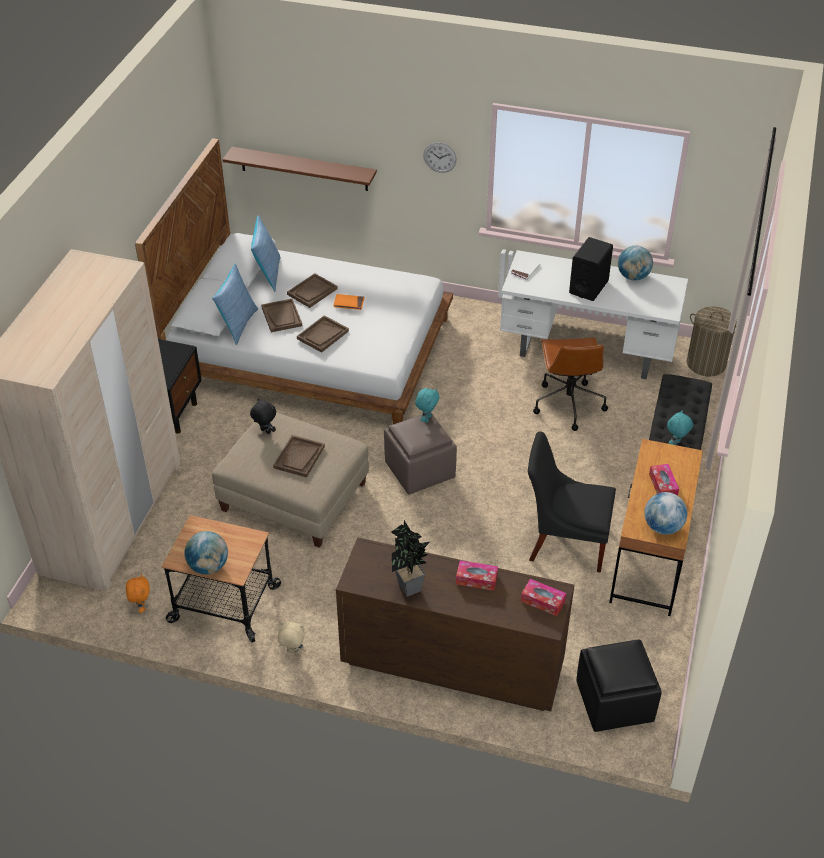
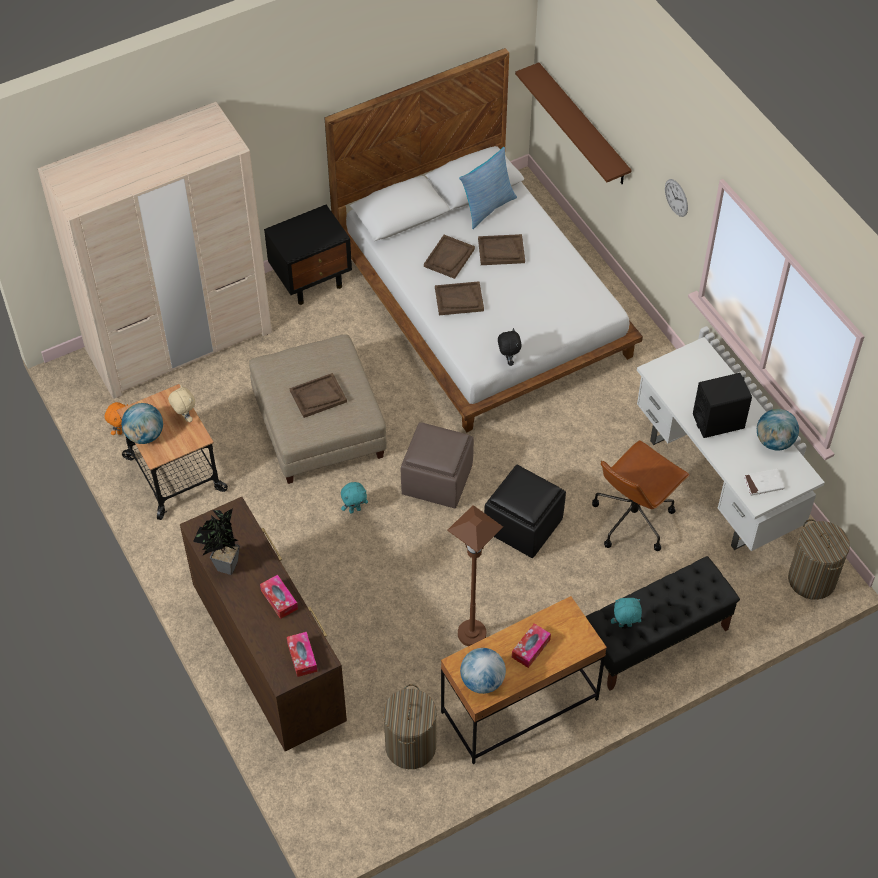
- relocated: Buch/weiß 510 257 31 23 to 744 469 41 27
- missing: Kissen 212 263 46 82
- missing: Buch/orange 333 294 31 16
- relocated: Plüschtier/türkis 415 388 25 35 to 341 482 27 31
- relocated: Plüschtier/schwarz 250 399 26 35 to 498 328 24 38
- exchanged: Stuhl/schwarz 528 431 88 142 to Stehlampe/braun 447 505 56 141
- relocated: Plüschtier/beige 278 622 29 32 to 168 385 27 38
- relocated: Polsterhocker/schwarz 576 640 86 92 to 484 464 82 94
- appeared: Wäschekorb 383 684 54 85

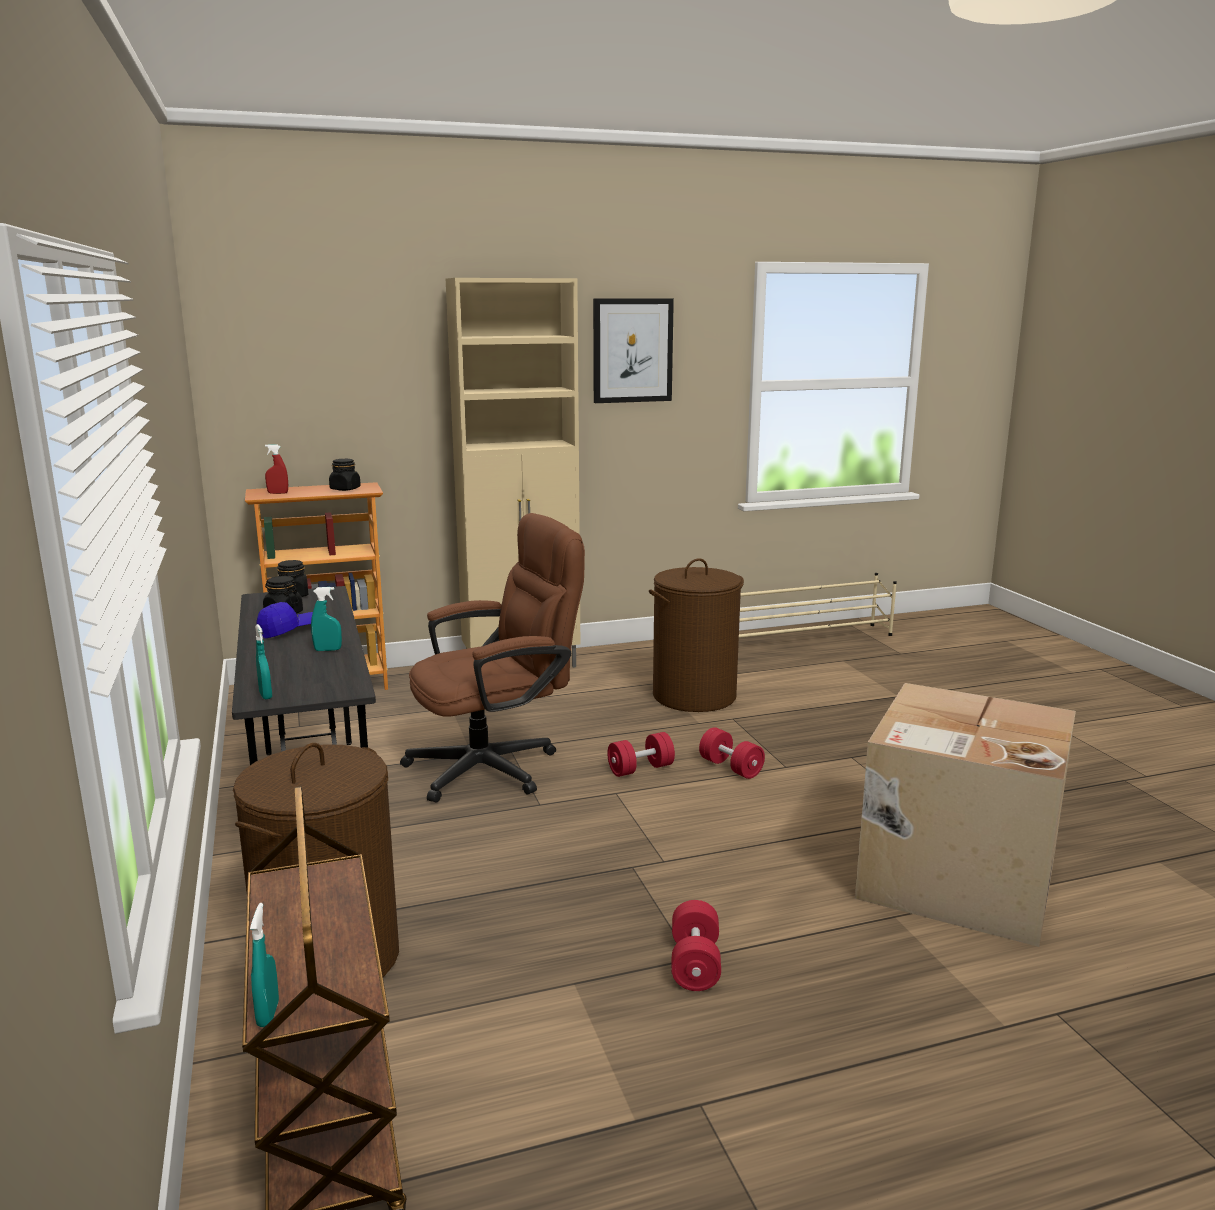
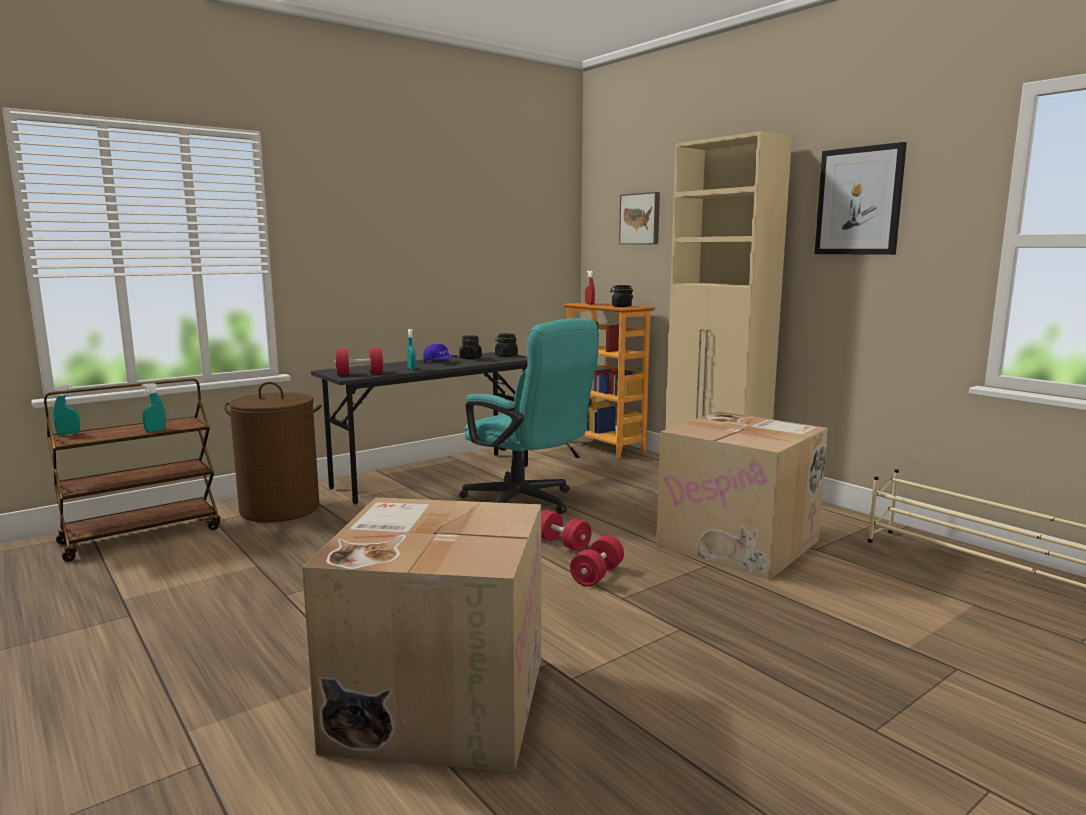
- colour: Bürostuhl/braun 400 513 185 290 to Bürostuhl/türkis 459 318 140 196
- exchanged: Wäschekorb/braun 649 558 95 154 to Karton 656 411 172 169
- relocated: Sprühflasche/türkis 255 624 17 75 to 141 383 25 49
- relocated: Hantel/rot 671 900 50 91 to 334 348 50 27
- appeared: Bild 619 192 41 52

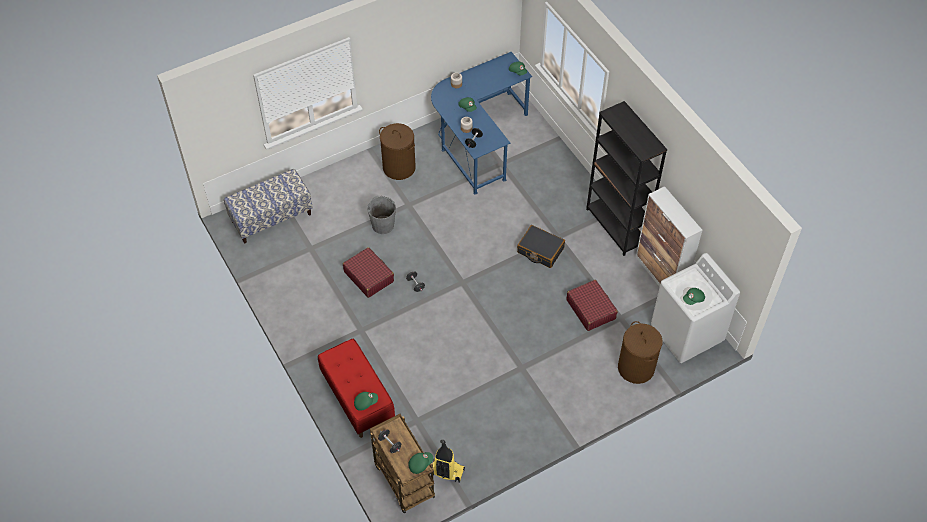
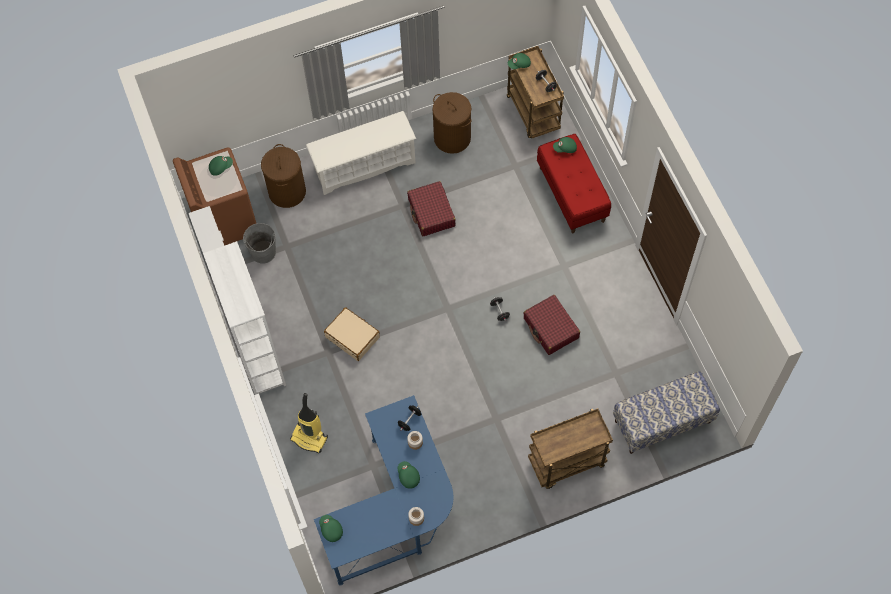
- colour: Bücherregal/schwarz 586 101 81 155 to Bücherregal/weiß 203 241 83 154
- relocated: Wäschekorb/braun 379 123 37 57 to 432 92 40 62
- relocated: Eimer/grau 367 196 29 38 to 243 223 33 41
- colour: Koffer/schwarz 517 225 48 43 to Koffer/beige 324 307 56 54
- colour: Waschmaschine/weiß 651 253 89 110 to Waschmaschine/braun 173 147 83 99
- relocated: Koffer/rot 566 280 52 51 to 407 181 49 55
- relocated: Staubsauger 429 440 36 43 to 290 393 38 60
- appeared: Schuhregal/weiß 306 111 110 84
- appeared: Rollwagen/braun 528 408 85 81

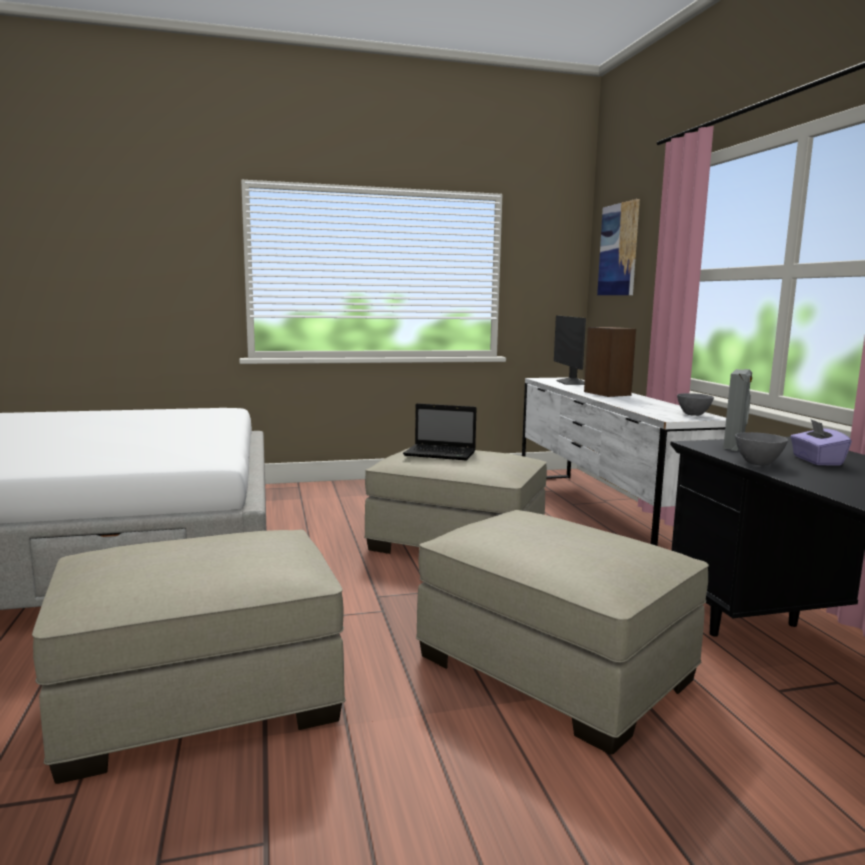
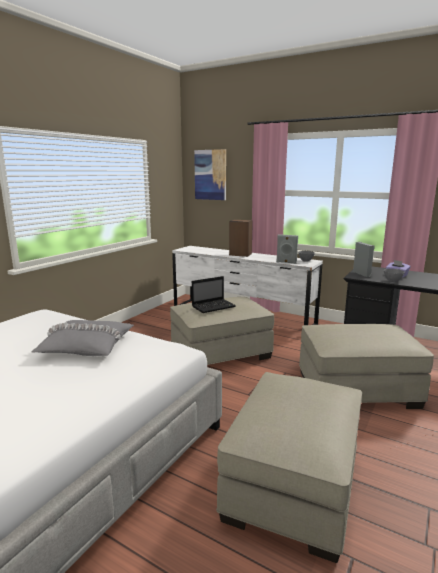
- missing: Monitor 554 315 32 70
- appeared: Lautsprecher/grau 276 234 22 30
- appeared: Kissen/grau 32 320 102 36

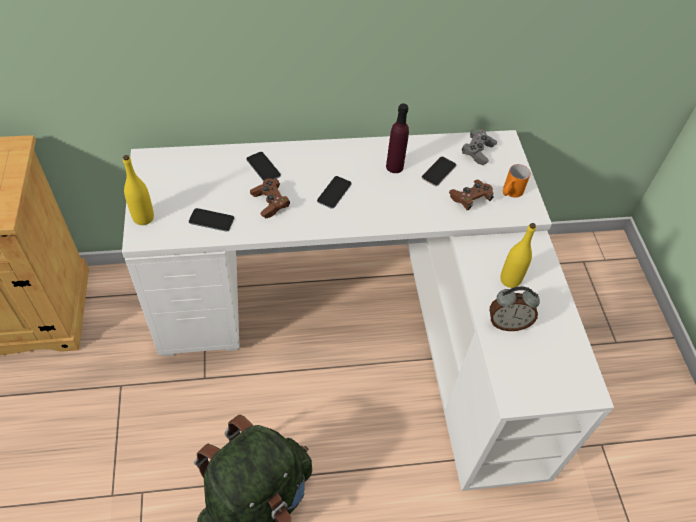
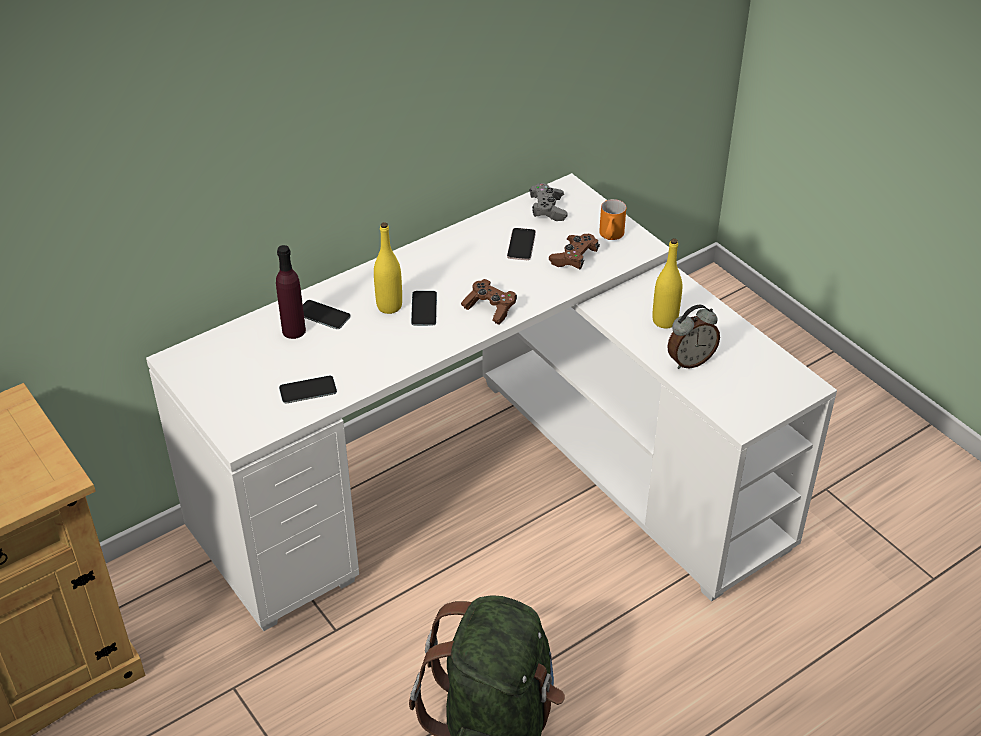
- relocated: Flasche/lila 386 103 23 70 to 276 245 30 94
- relocated: Flasche/gelb 123 155 31 70 to 374 222 28 92
- relocated: Gamepad/braun 250 178 40 41 to 461 279 56 46

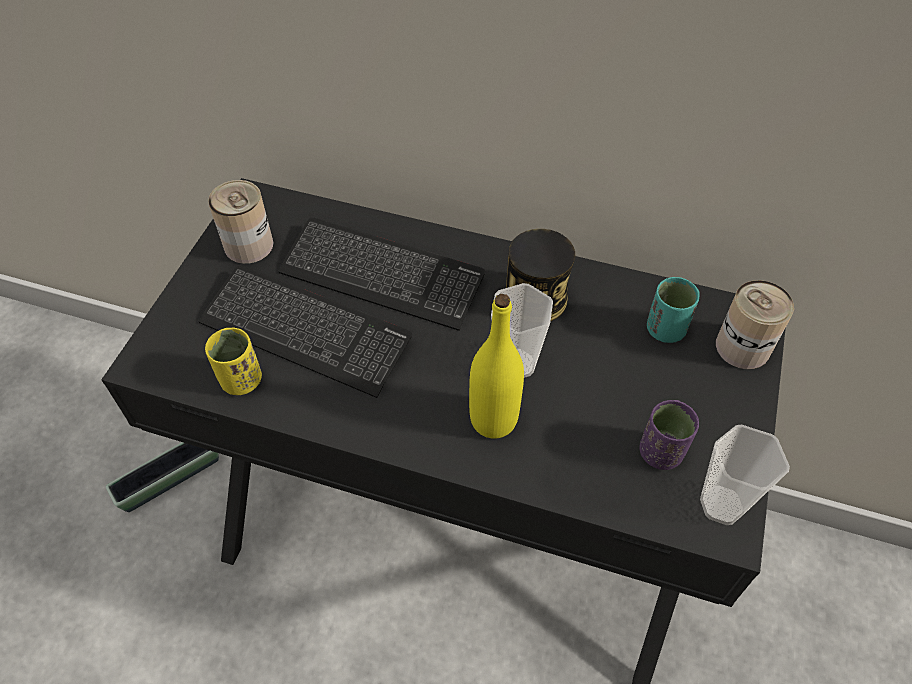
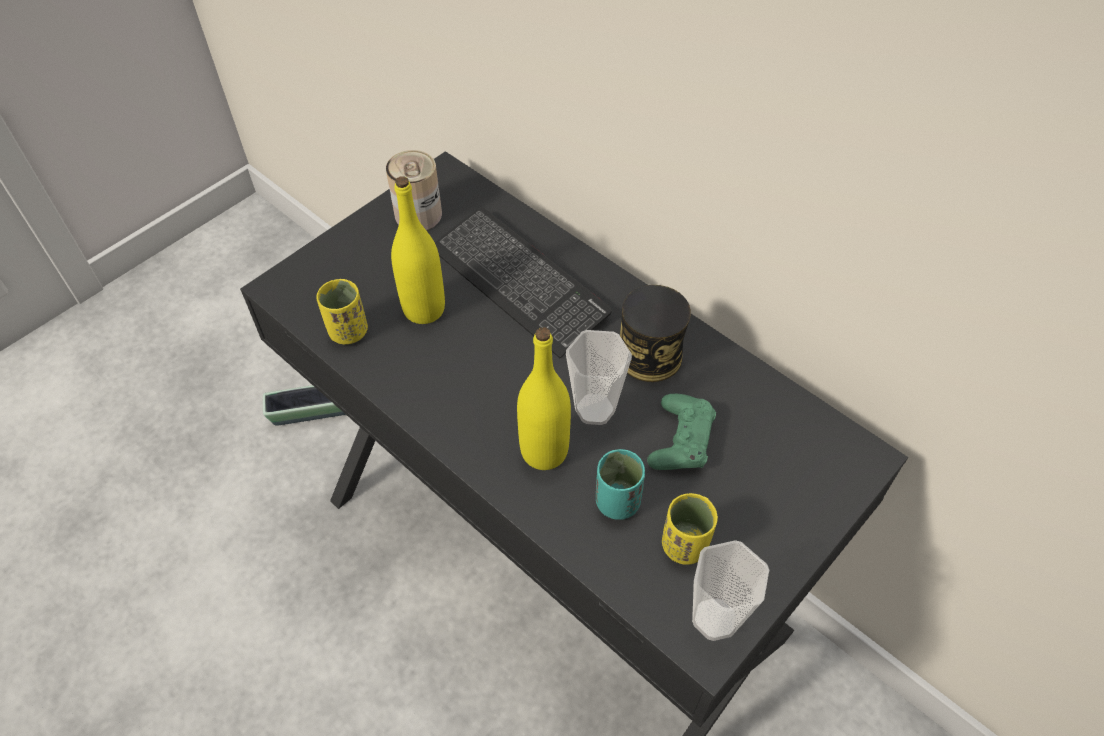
- exchanged: Tastatur 199 265 213 133 to Flasche/gelb 391 176 54 148
- relocated: Tasse/türkis 647 277 53 66 to 596 449 49 71
- missing: Dose 716 280 78 89
- colour: Tasse/lila 639 400 60 70 to Tasse/gelb 662 493 56 72
- appeared: Gamepad/grün 647 394 69 76

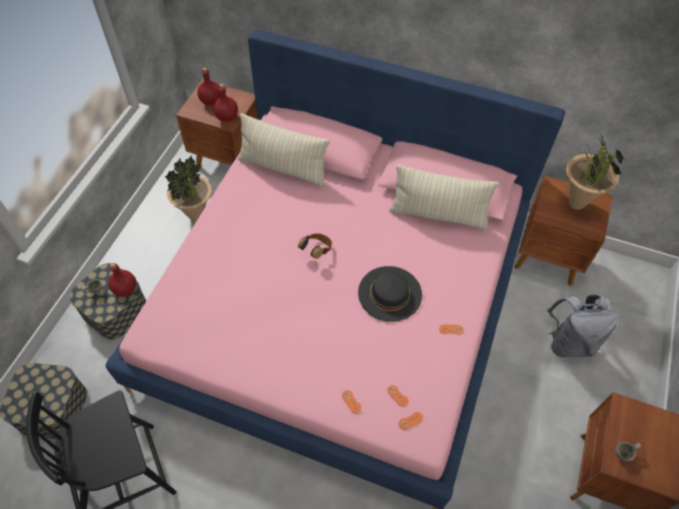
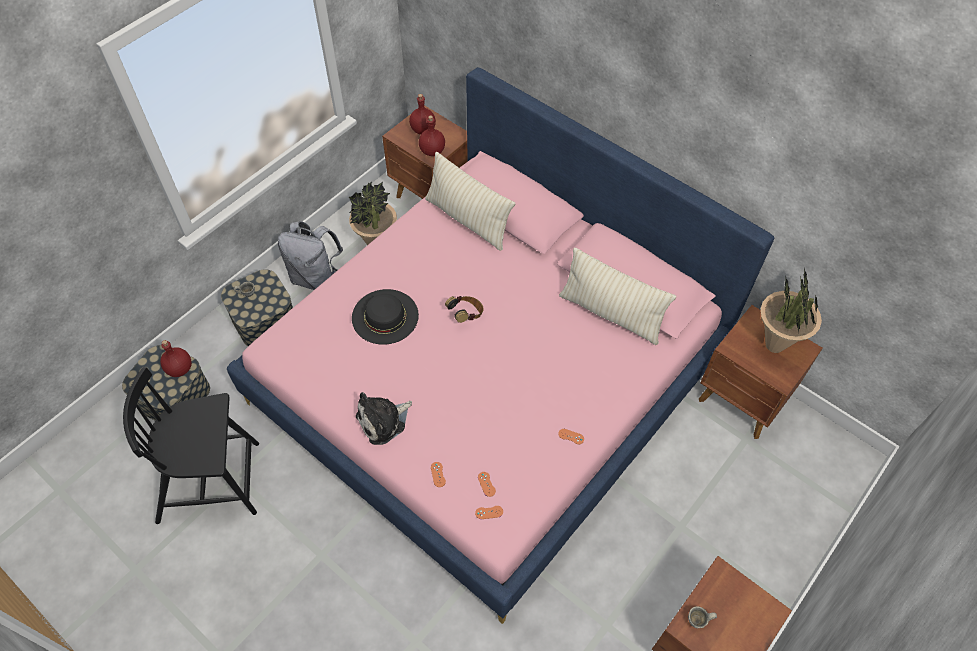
- relocated: Flasche/rot 108 263 29 34 to 160 340 32 37
- relocated: Hut/schwarz 358 266 64 56 to 352 289 67 56
- relocated: Rucksack/grau 547 294 71 63 to 278 221 65 69
- appeared: Plüschtier 356 392 56 53

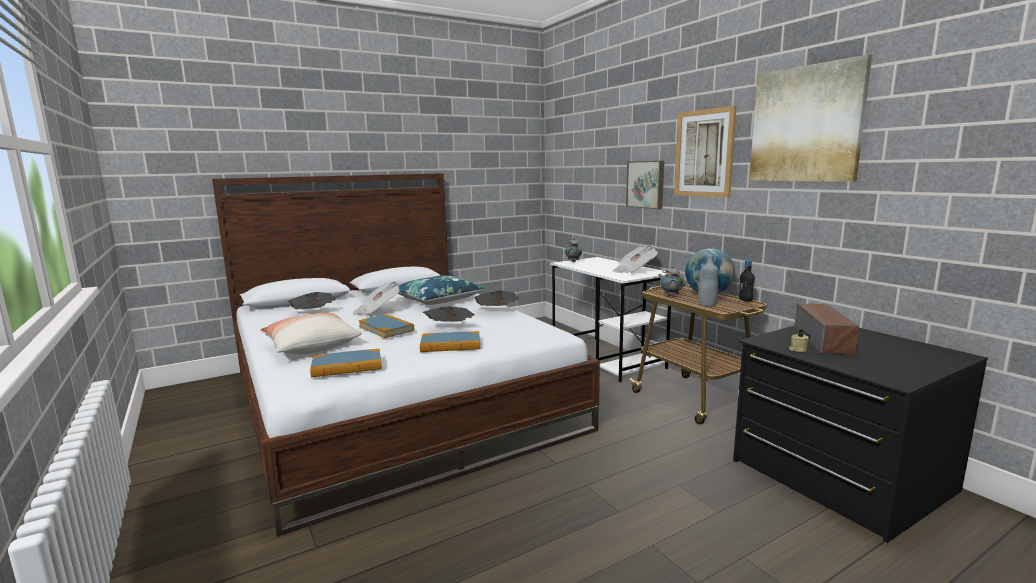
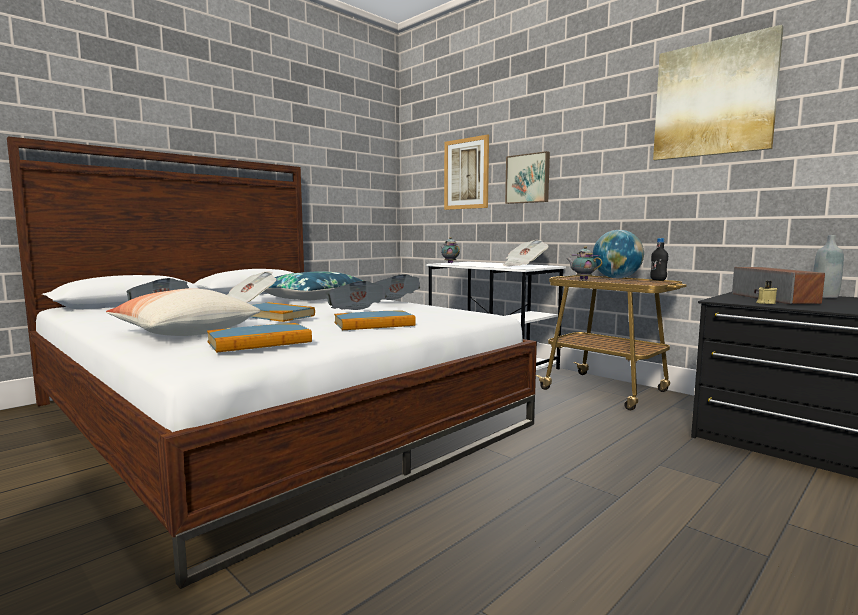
- relocated: Bild 674 106 63 92 to 444 134 45 76
- relocated: Flasche/grau 698 255 21 52 to 813 235 31 63

